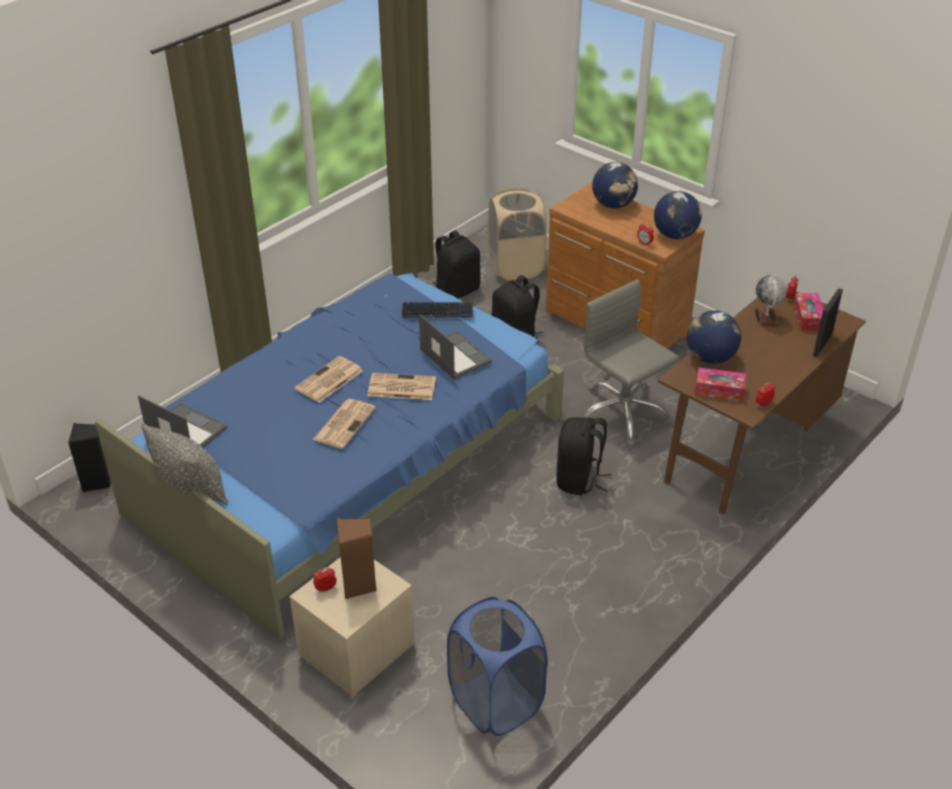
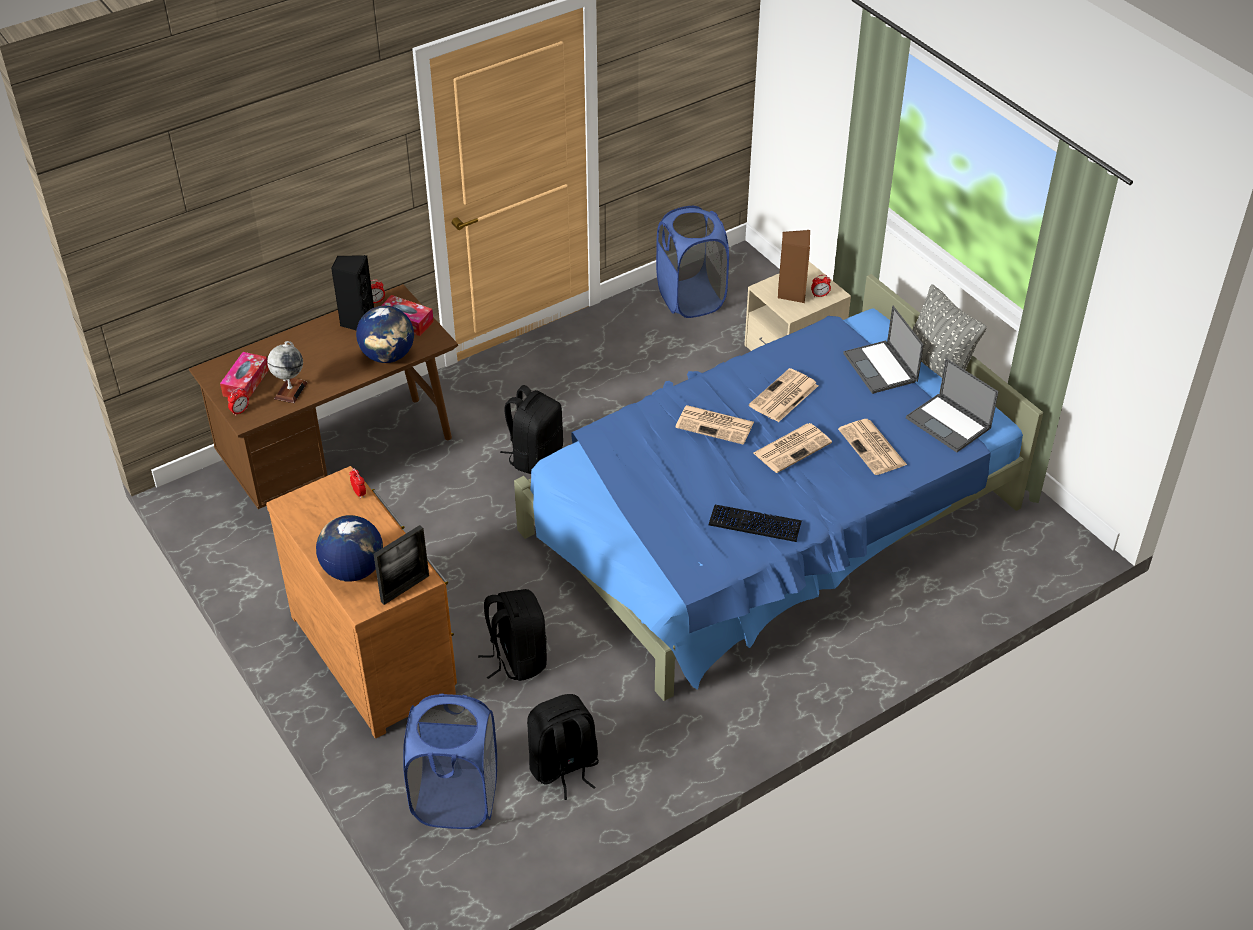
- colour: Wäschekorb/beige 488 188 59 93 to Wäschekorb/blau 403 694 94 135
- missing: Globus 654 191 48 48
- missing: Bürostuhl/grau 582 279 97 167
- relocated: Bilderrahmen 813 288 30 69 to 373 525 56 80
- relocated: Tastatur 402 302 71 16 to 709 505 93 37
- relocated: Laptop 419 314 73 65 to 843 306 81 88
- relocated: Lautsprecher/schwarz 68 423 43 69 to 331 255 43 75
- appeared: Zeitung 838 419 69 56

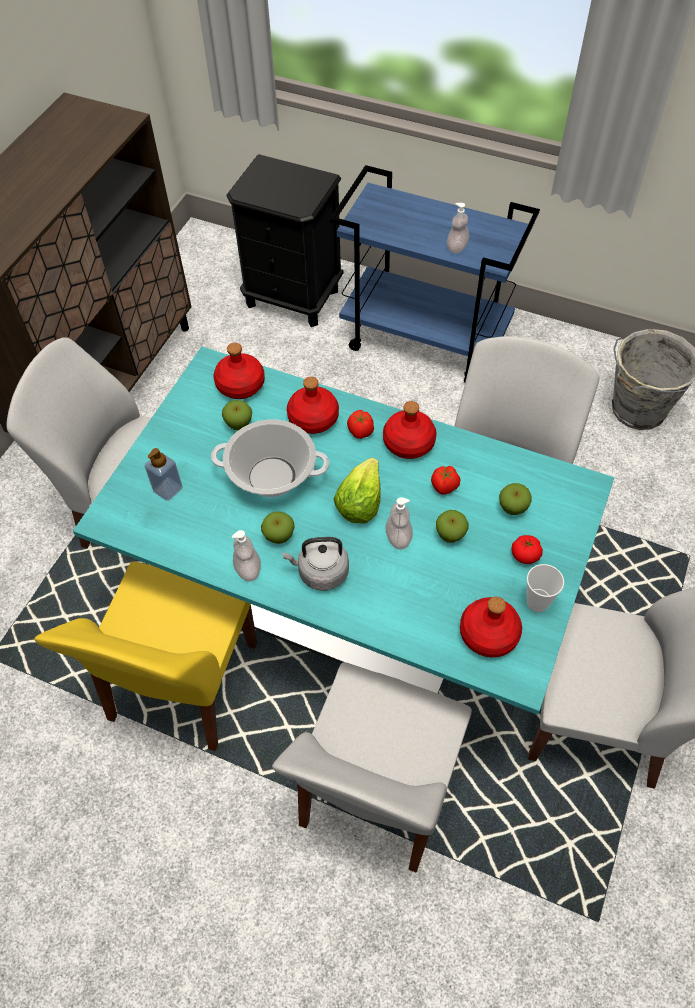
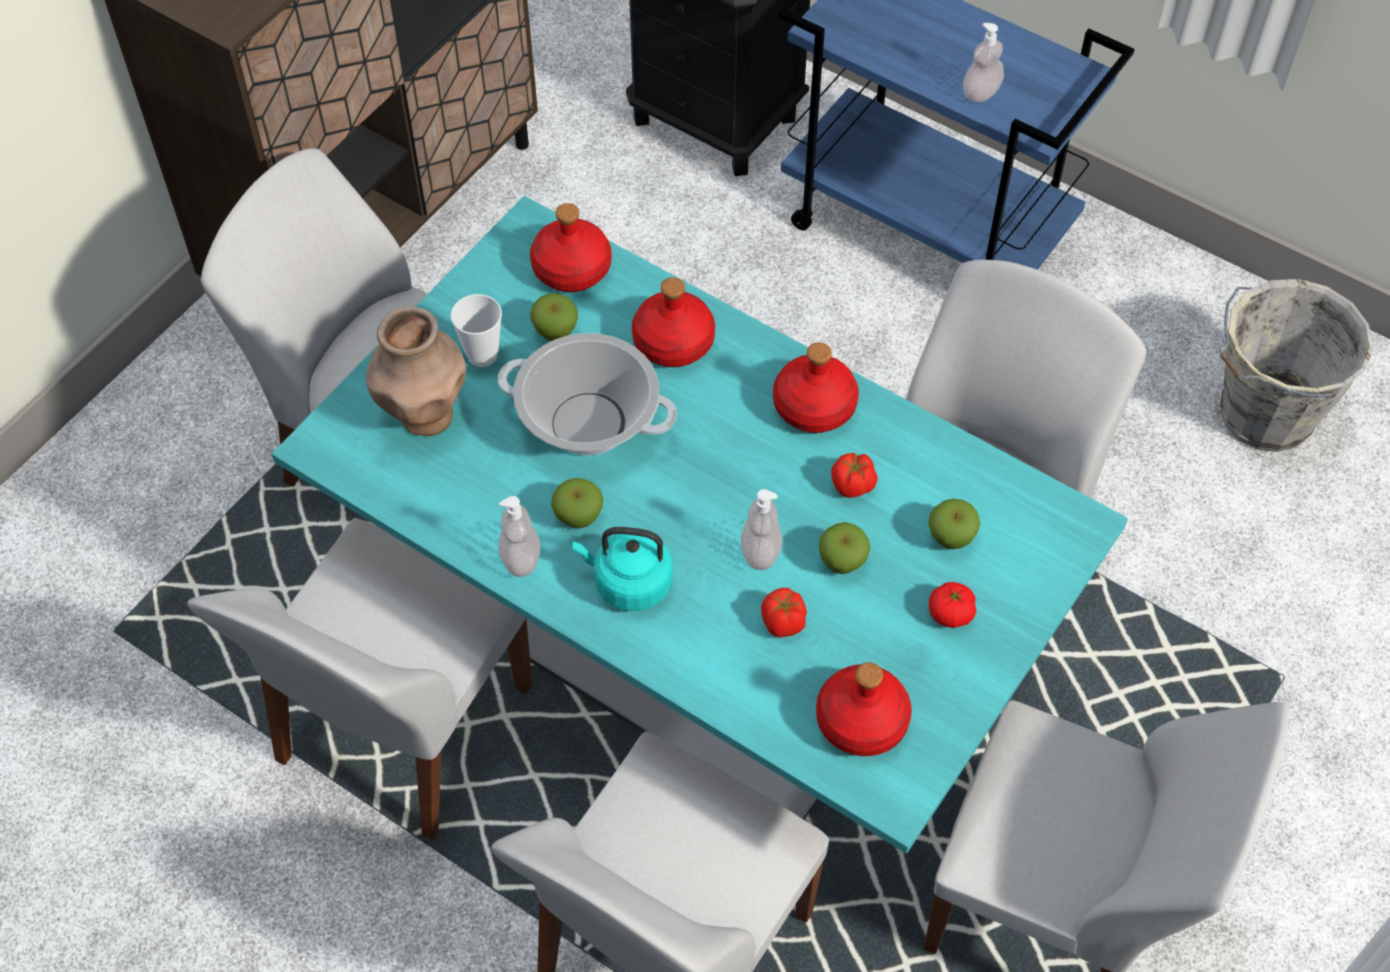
- relocated: Tomate 347 410 27 29 to 761 588 46 50
- exchanged: Seifenspender 145 448 37 53 to Vase/braun 366 306 100 130
- missing: Salatkopf 334 458 47 66
- colour: Wasserkessel/grau 282 537 67 54 to Wasserkessel/türkis 573 527 100 84
- colour: Stuhl/gelb 34 562 223 189 to Stuhl/weiß 187 518 345 322
- relocated: Tasse 526 564 38 48 to 451 294 51 73

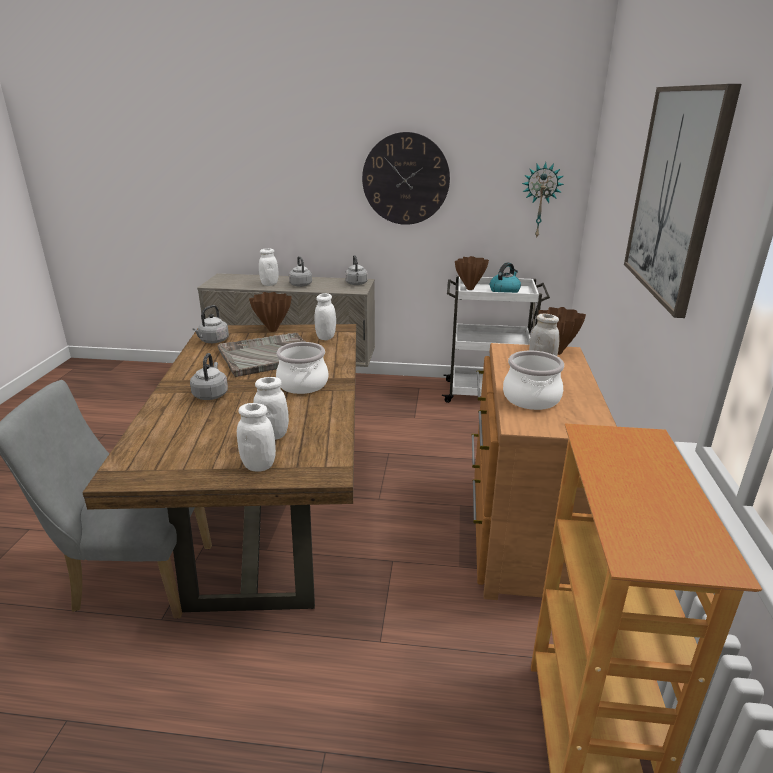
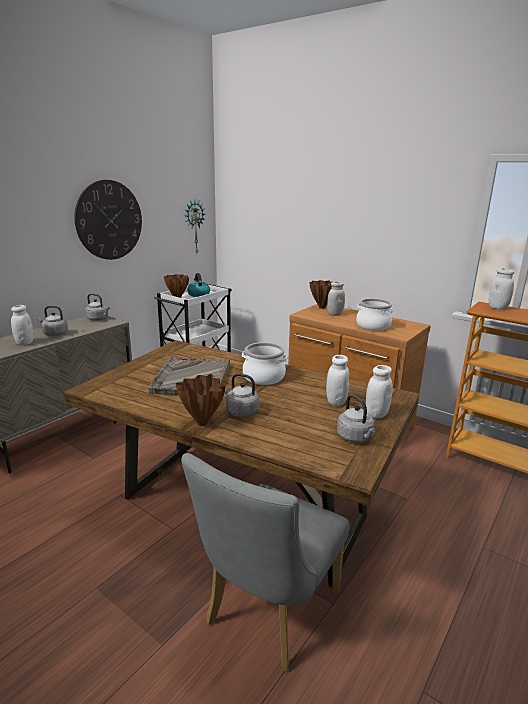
- missing: Bild 624 84 117 234
- relocated: Vase/braun 249 292 42 40 to 176 374 50 52
- relocated: Vorratsglas/weiß 315 293 21 47 to 489 268 25 42
- relocated: Wasserkessel/grau 192 305 37 38 to 337 395 39 48

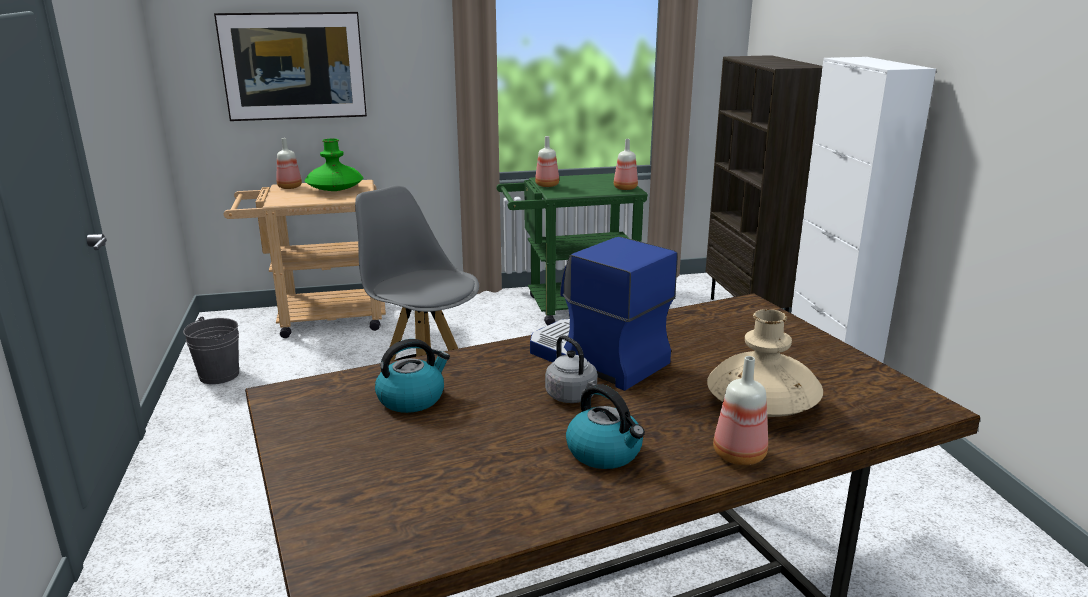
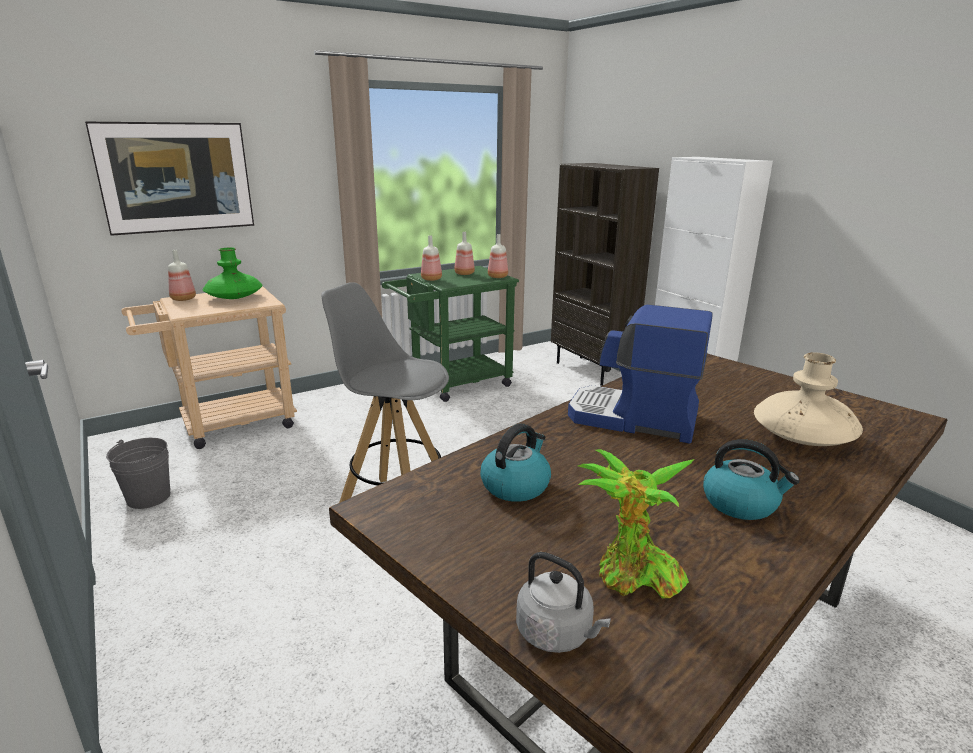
- relocated: Wasserkessel/grau 545 335 52 68 to 516 552 95 101
- relocated: Flasche 713 356 55 109 to 454 232 21 43
- appeared: Topfpflanze 578 449 116 149

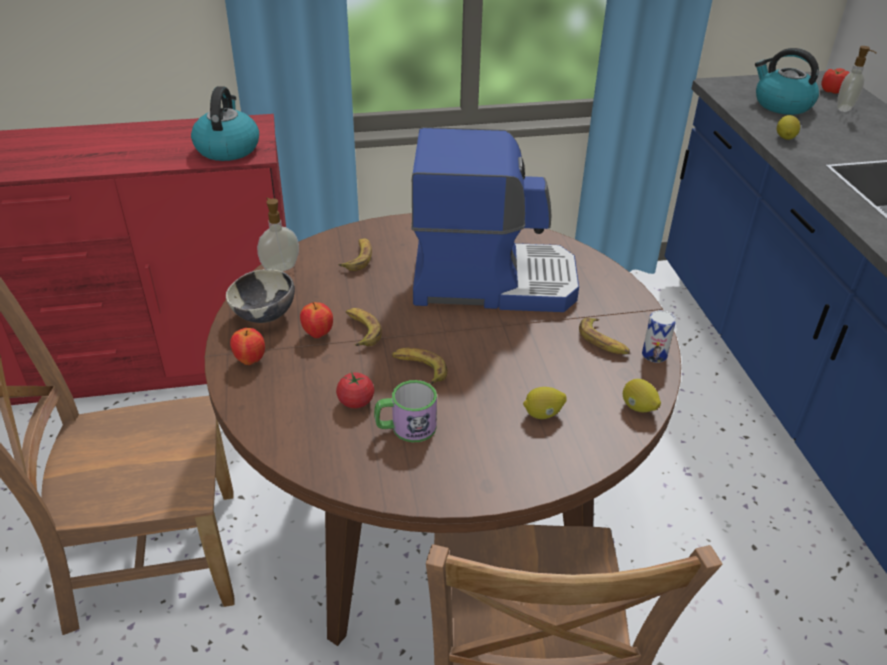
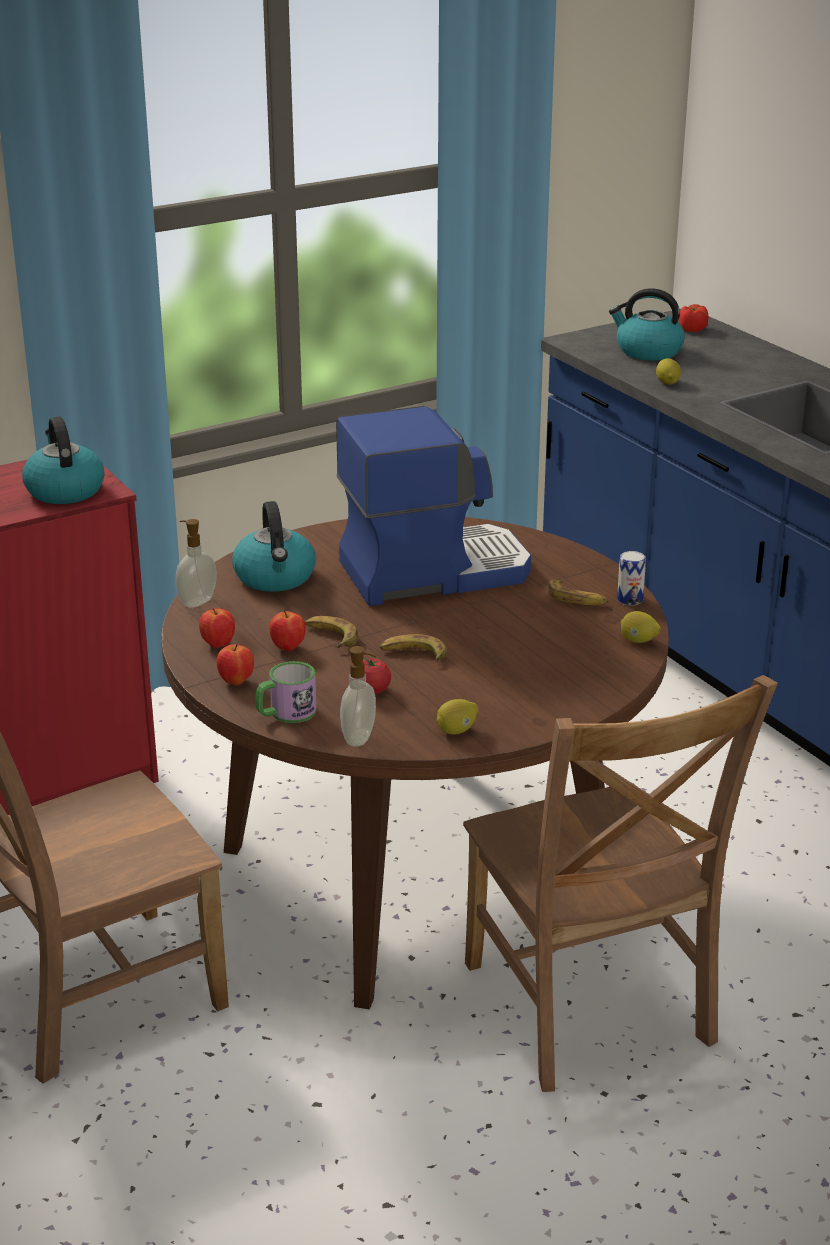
- relocated: Seifenspender 837 46 40 66 to 340 646 36 101
- exchanged: Banane 338 238 34 33 to Wasserkessel 232 501 84 91
- exchanged: Schüssel 226 269 69 54 to Apfel 199 608 36 40
- relocated: Henkelbecher 374 380 63 62 to 255 661 61 62
- relocated: Zitrone 523 387 44 32 to 436 699 42 36

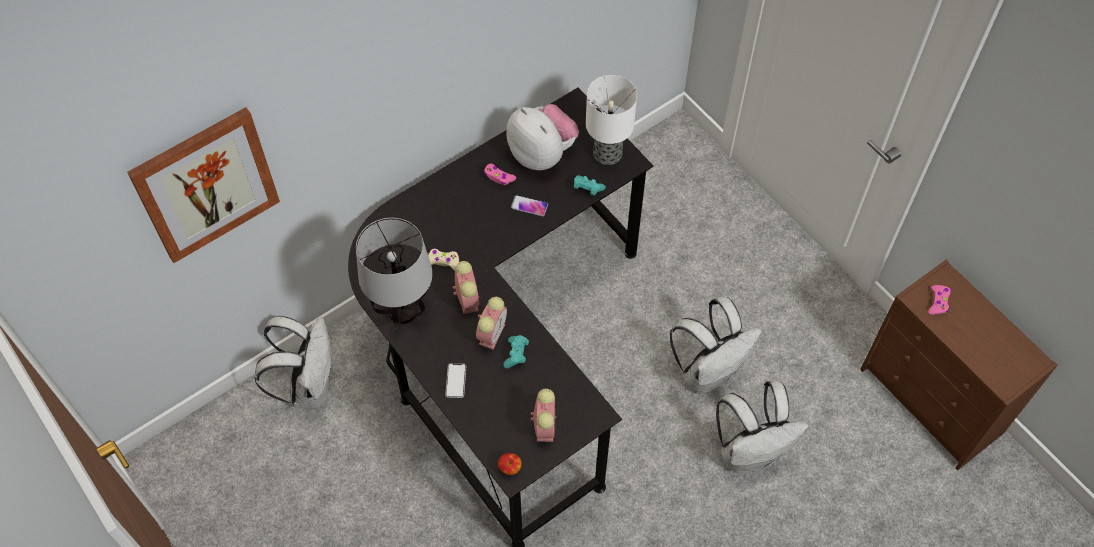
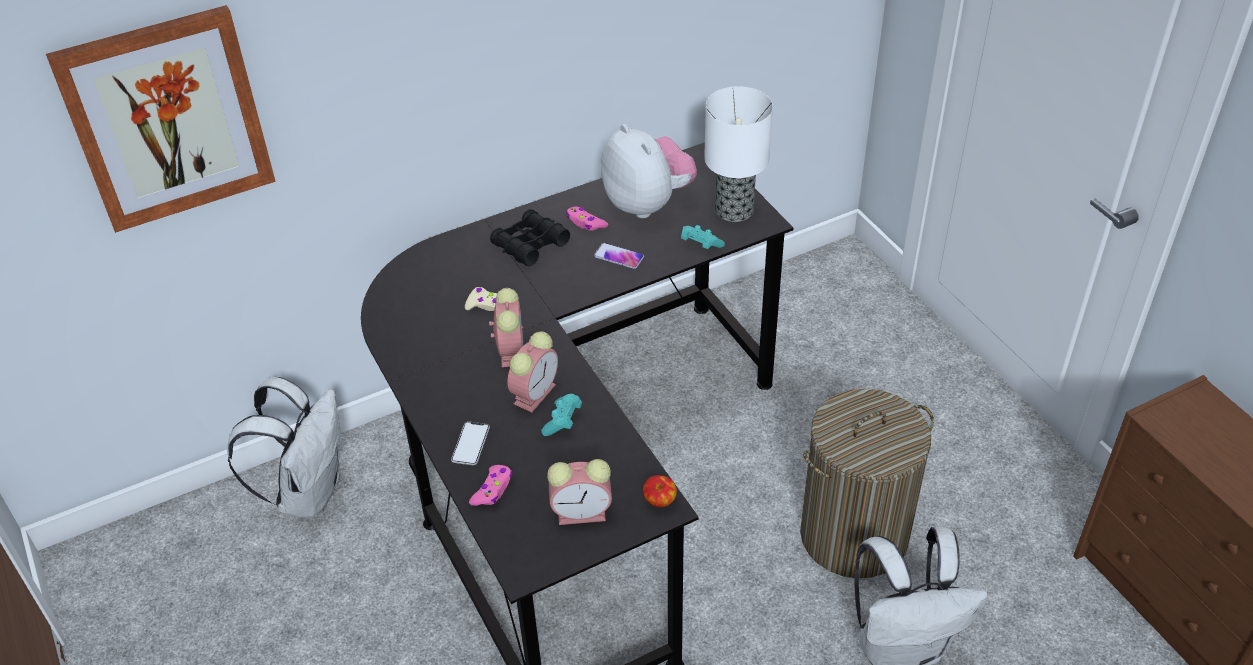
- missing: Tischlampe 356 218 77 106
- relocated: Gamepad/rosa 928 285 23 30 to 469 465 43 41
- exchanged: Rucksack/weiß 670 296 92 98 to Wäschekorb 800 389 134 189
- spun: Wecker 531 389 25 53 = 547 459 65 66 75 degrees clockwise
- relocated: Apfel 498 453 24 22 to 643 475 34 32
- appeared: Fernglas/schwarz 490 209 80 57

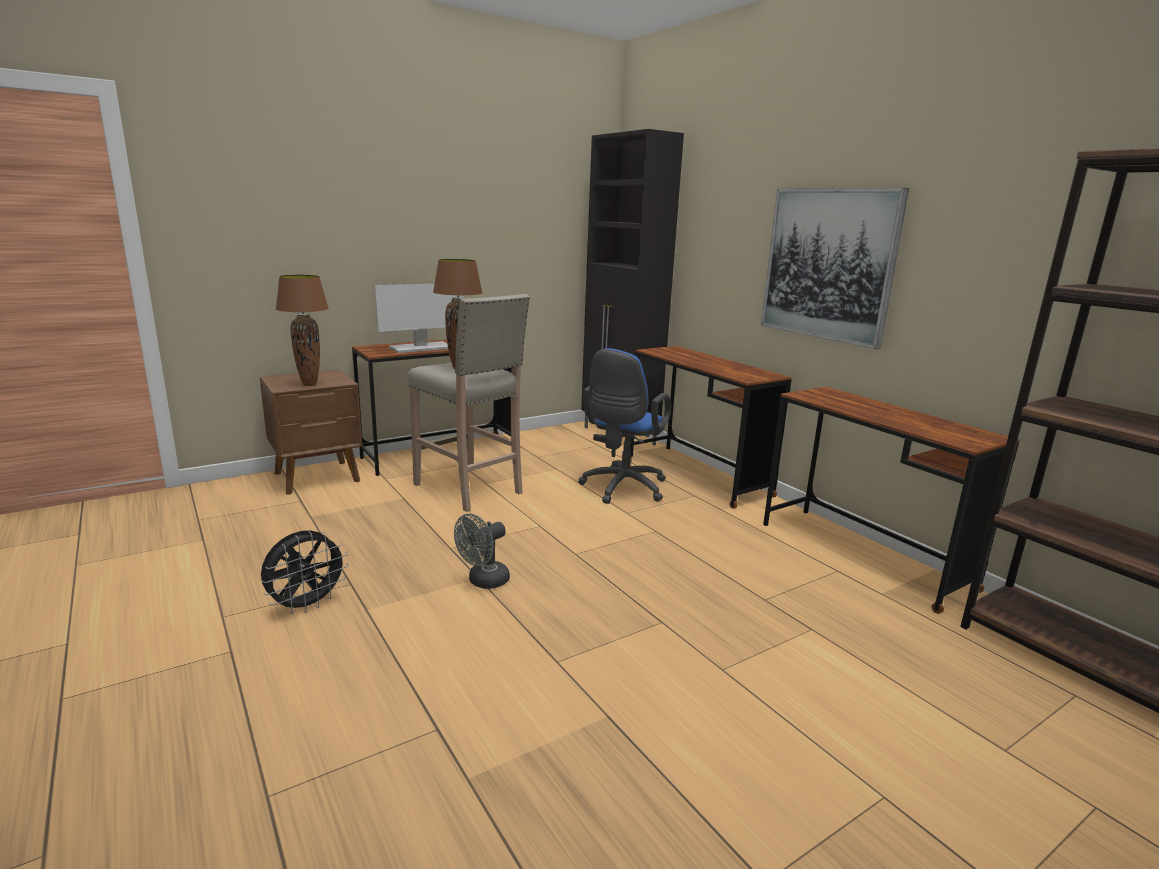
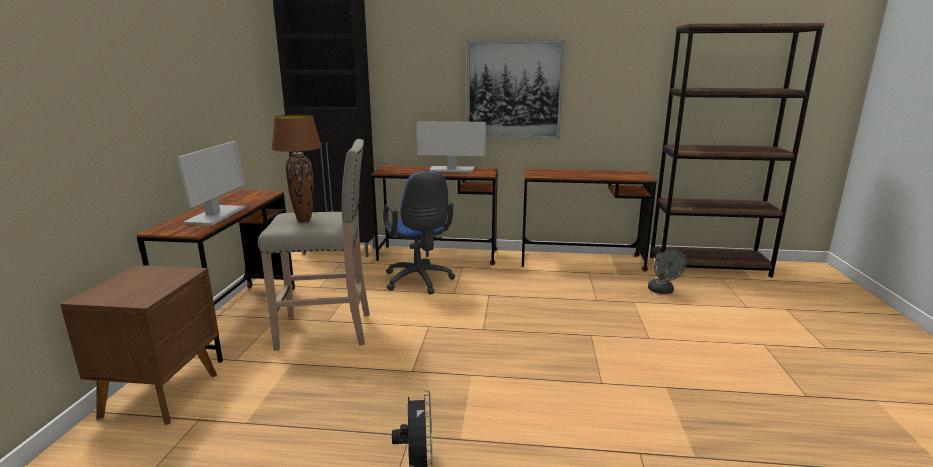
- missing: Tischlampe/braun 276 275 53 111
- relocated: Ventilator/grau 454 514 56 75 to 648 249 38 45
- appeared: Monitor 417 121 69 52

